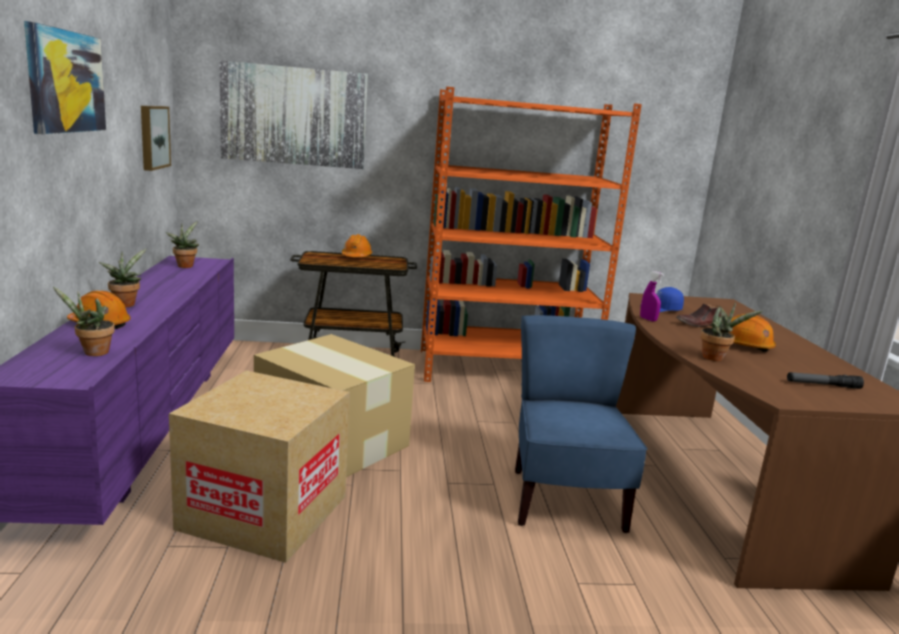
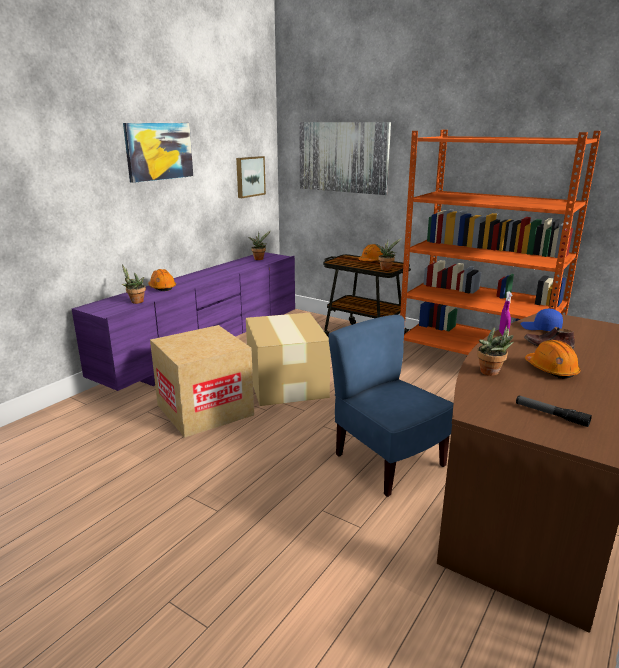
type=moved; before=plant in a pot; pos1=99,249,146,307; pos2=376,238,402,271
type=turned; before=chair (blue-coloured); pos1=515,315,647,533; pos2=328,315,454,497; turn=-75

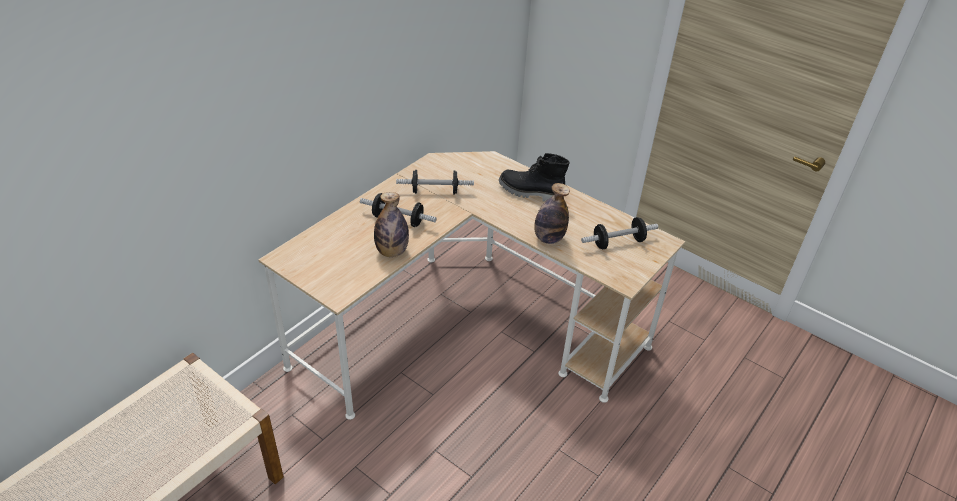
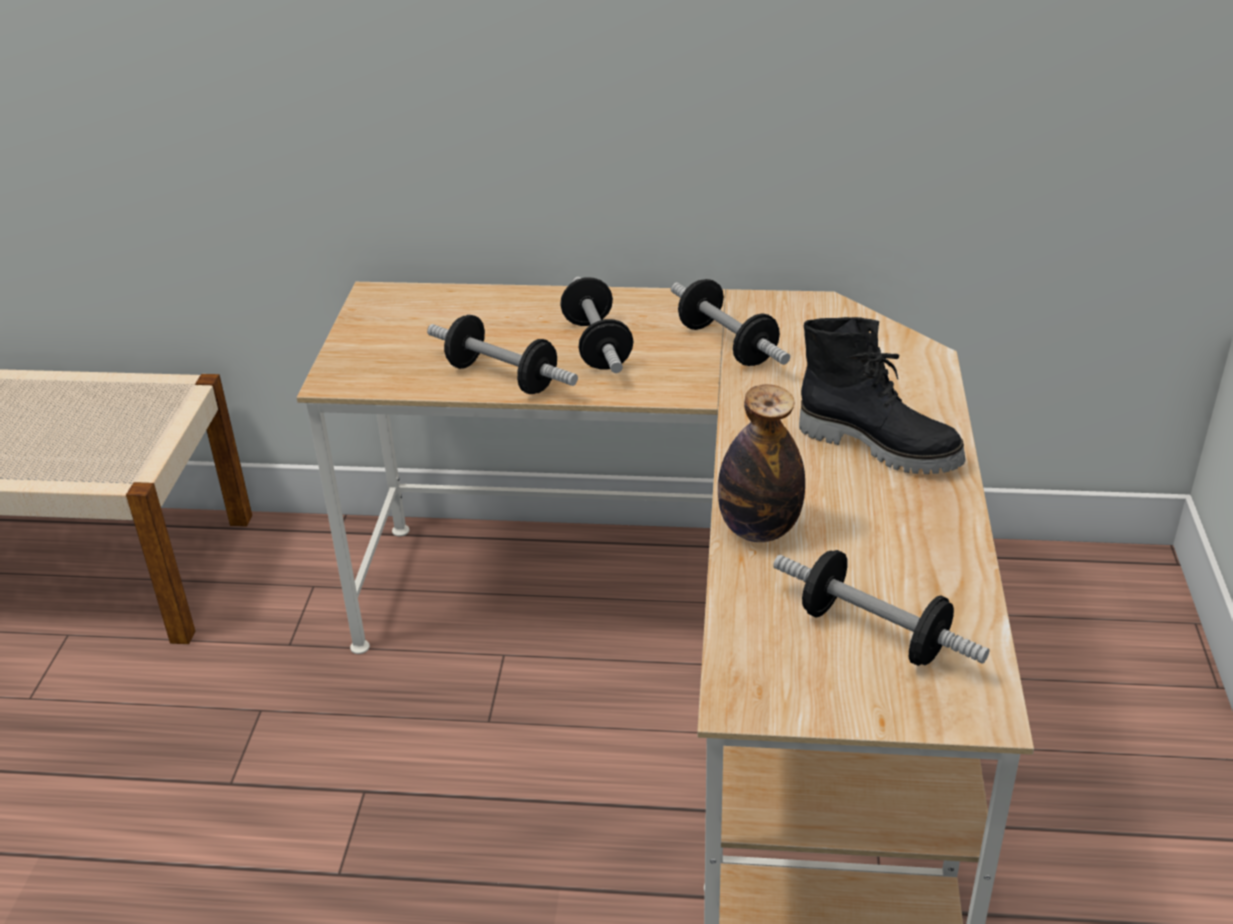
type=turned; before=boot (black-coloured); pos1=499,153,569,202; pos2=799,317,965,474; turn=135
type=replaced; before=drink bottle; after=dumbbell; pos1=374,192,409,257; pos2=427,315,578,394

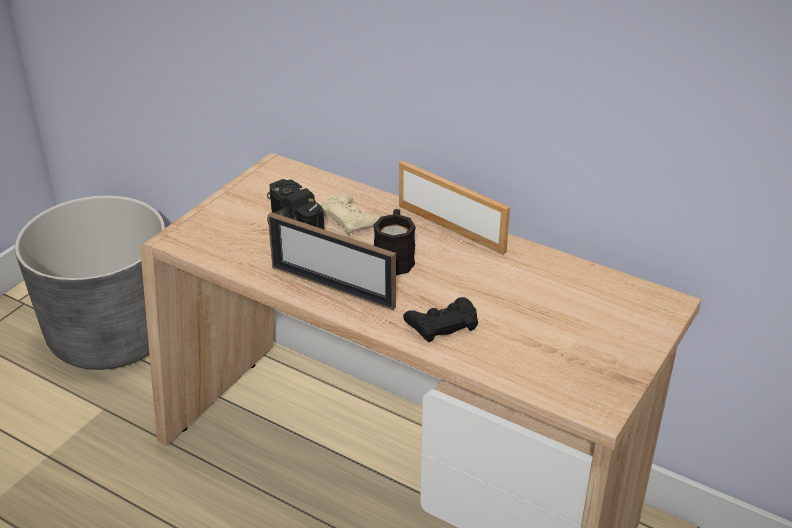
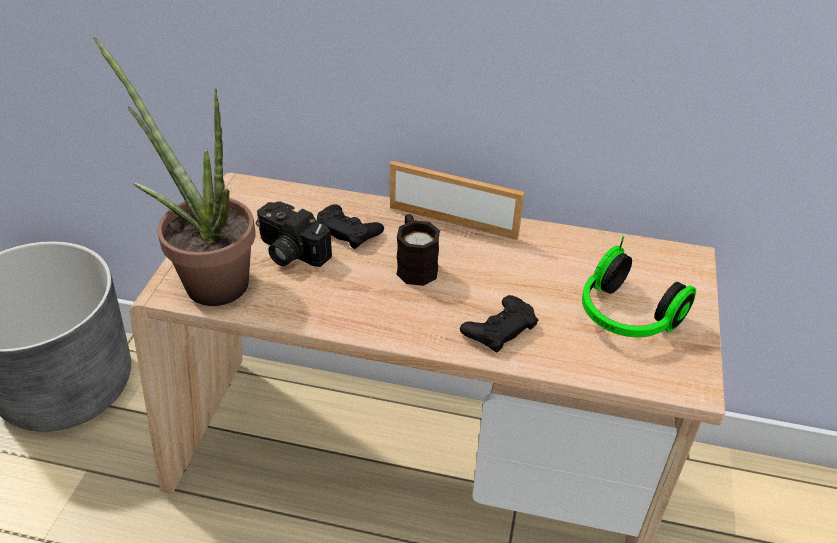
type=recoloured; before=game controller (beige-coloured); after=game controller (black-coloured); pos1=321,193,380,235; pos2=316,204,384,249
type=removed; before=standing frame; pos1=268,212,396,310
type=added; after=plant in a pot; pos2=93,37,255,306
type=added; after=headphones; pos2=582,236,696,337

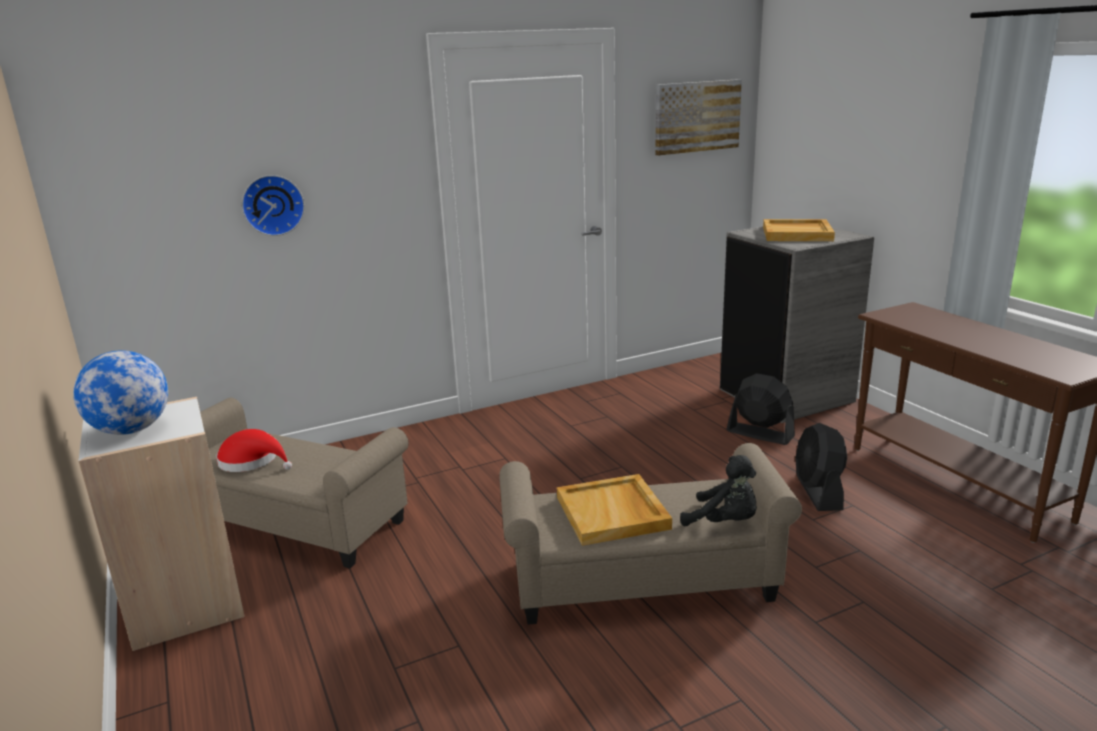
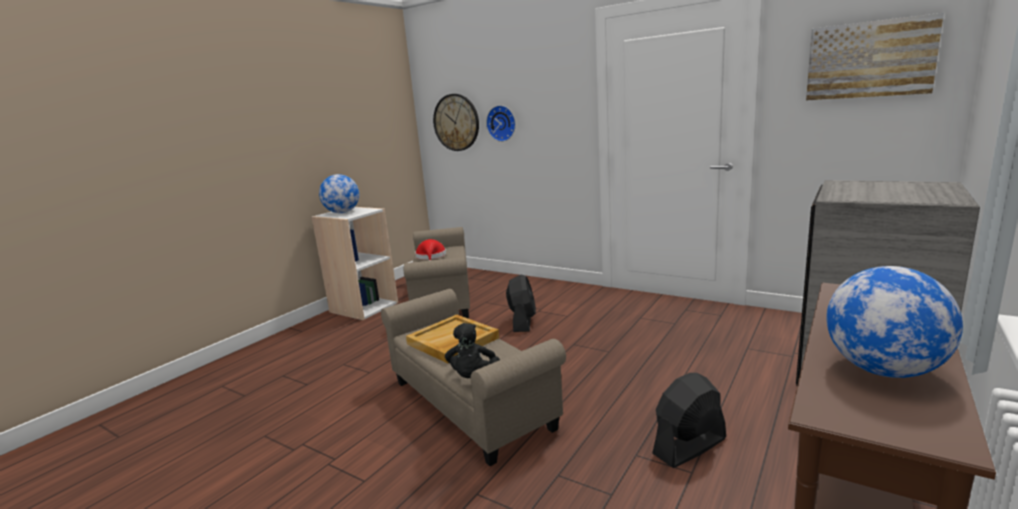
type=removed; before=carrying tray (beige-coloured); pos1=763,219,835,241
type=moved; before=electric fan (black-coloured); pos1=727,374,795,445; pos2=506,274,536,332
type=added; after=clock on the wall; pos2=433,94,479,151
type=added; after=globe; pos2=826,266,963,378

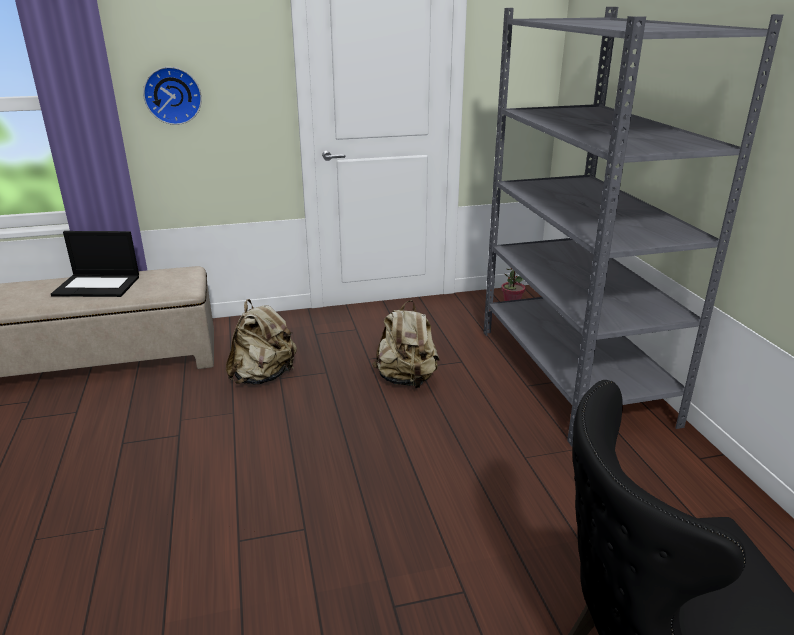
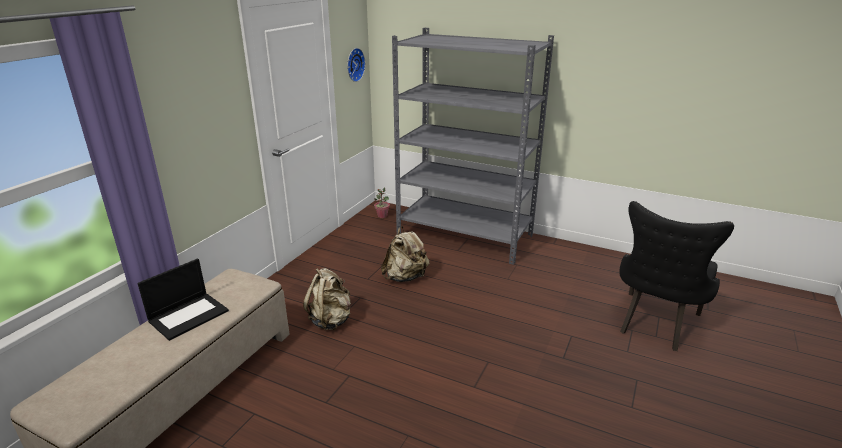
type=moved; before=clock on the wall; pos1=143,67,202,125; pos2=347,48,365,82

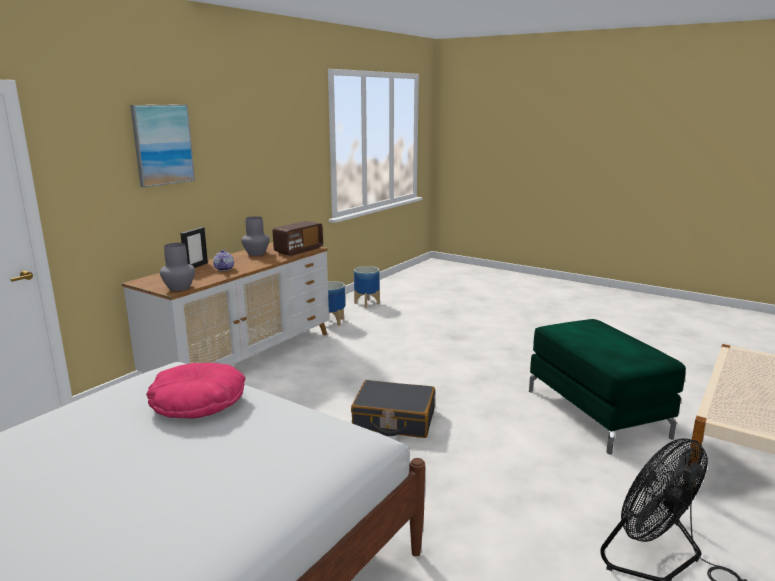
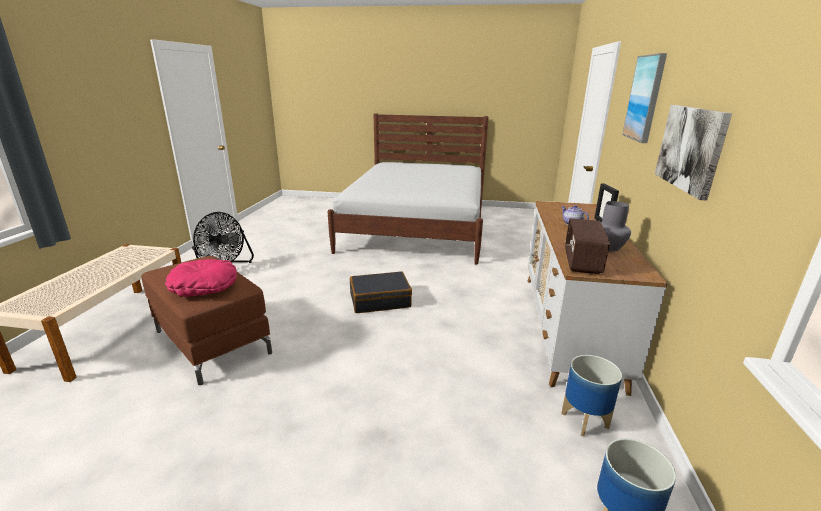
type=removed; before=decorative vase (greyish); pos1=160,243,195,291
type=recoloured; before=pouffe (green-coloured); after=pouffe (brownish); pos1=529,319,686,455; pos2=141,256,272,385
type=moved; before=throw pillow (pinkish); pos1=146,363,245,419; pos2=165,259,237,297
type=added; after=picture; pos2=655,105,732,200

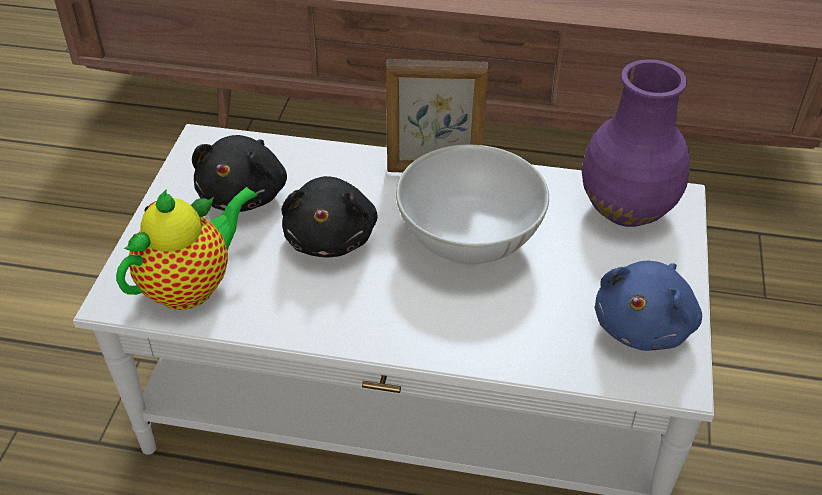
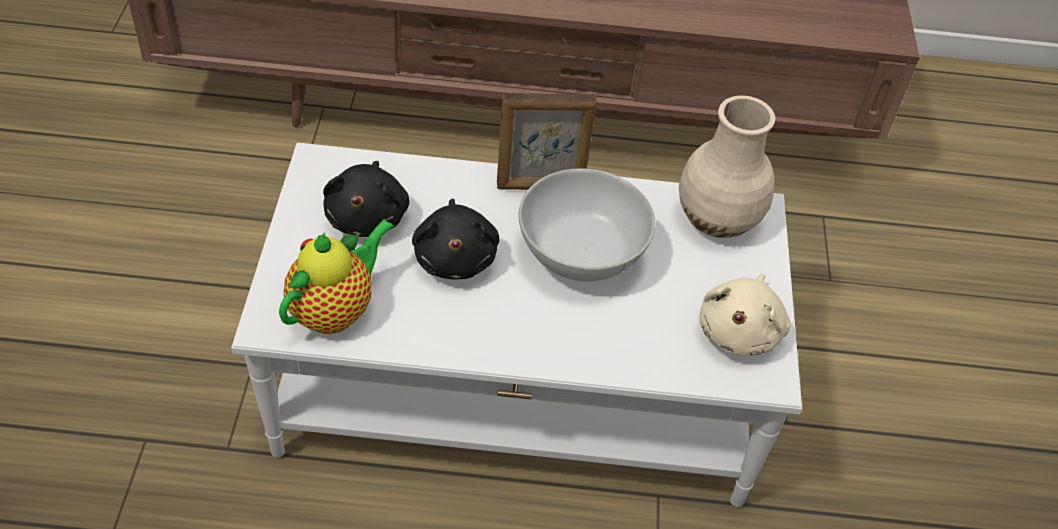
type=recoloured; before=decorative vase (purplish); after=decorative vase (beige-coloured); pos1=581,59,690,227; pos2=679,95,775,238
type=recoloured; before=cuddly toy (blue-coloured); after=cuddly toy (beige-coloured); pos1=594,261,702,351; pos2=699,274,790,356

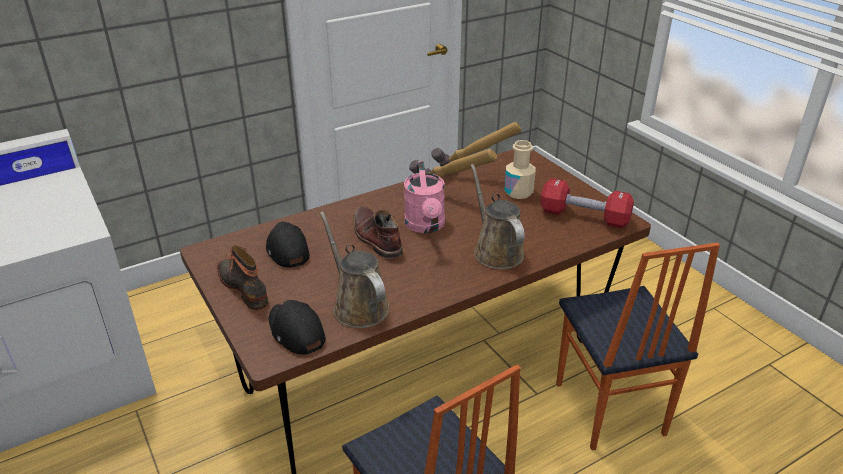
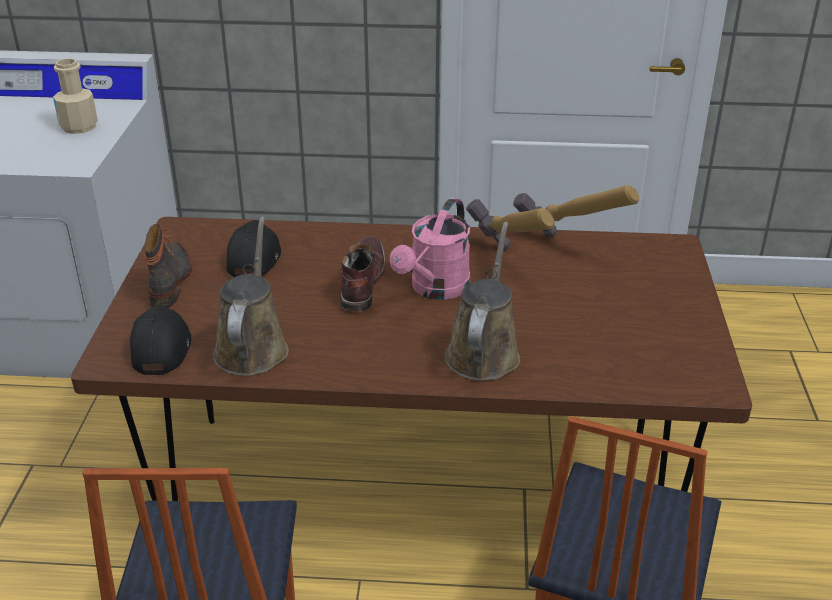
type=moved; before=drink bottle (beige-coloured); pos1=504,140,536,199; pos2=53,58,98,134
type=removed; before=dumbbell (red-coloured); pos1=540,178,634,228

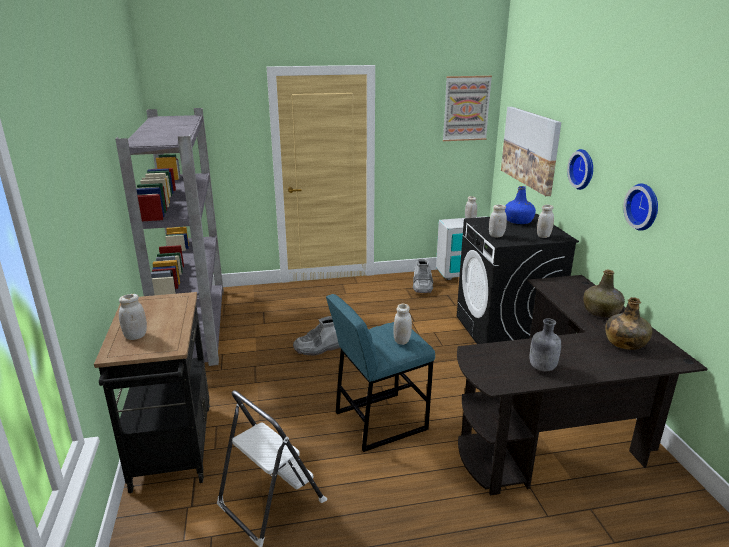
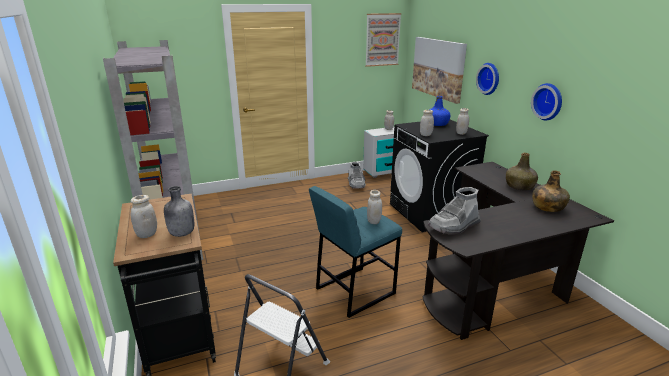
type=moved; before=boot (greyish); pos1=293,316,340,355; pos2=428,187,481,235
type=moved; before=drink bottle (greyish); pos1=530,318,561,372; pos2=164,186,194,237

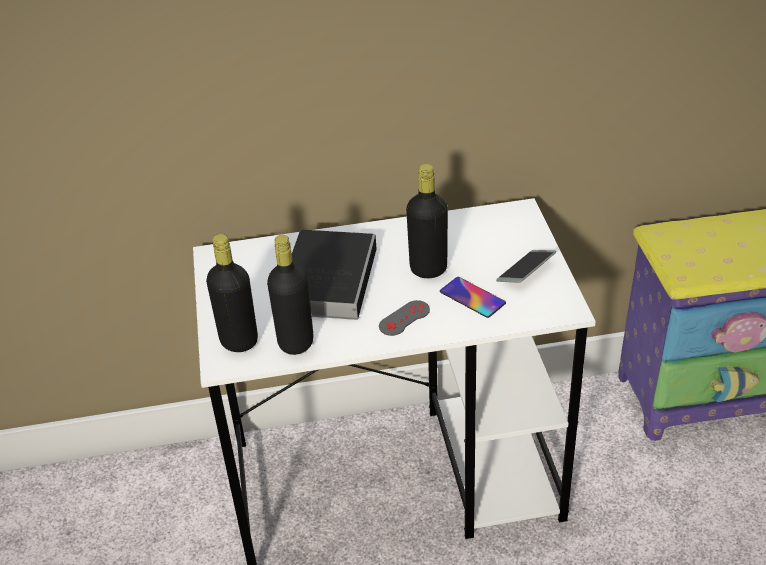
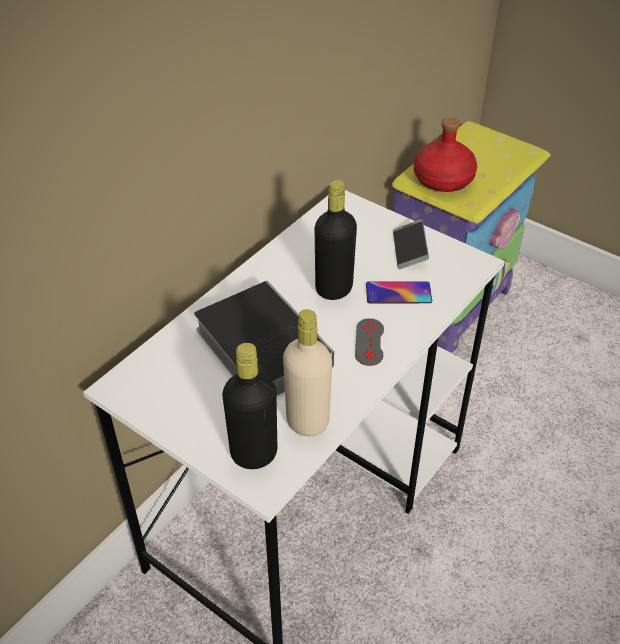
type=recoloured; before=drink bottle (black-coloured); after=drink bottle (beige-coloured); pos1=267,235,313,355; pos2=283,309,332,436
type=added; after=drink bottle (red-coloured); pos2=414,117,477,192

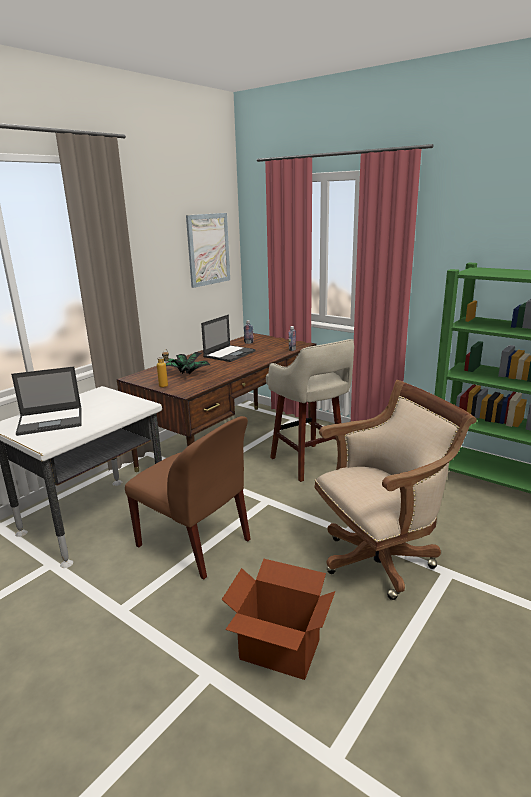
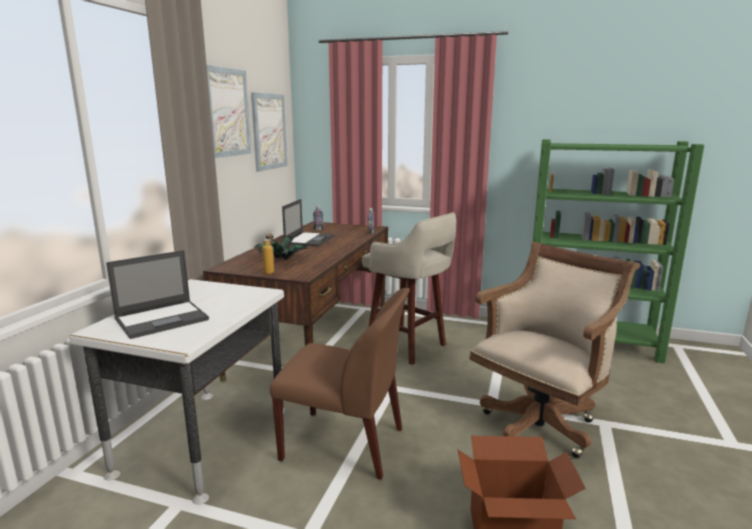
type=added; after=picture; pos2=207,65,252,158

